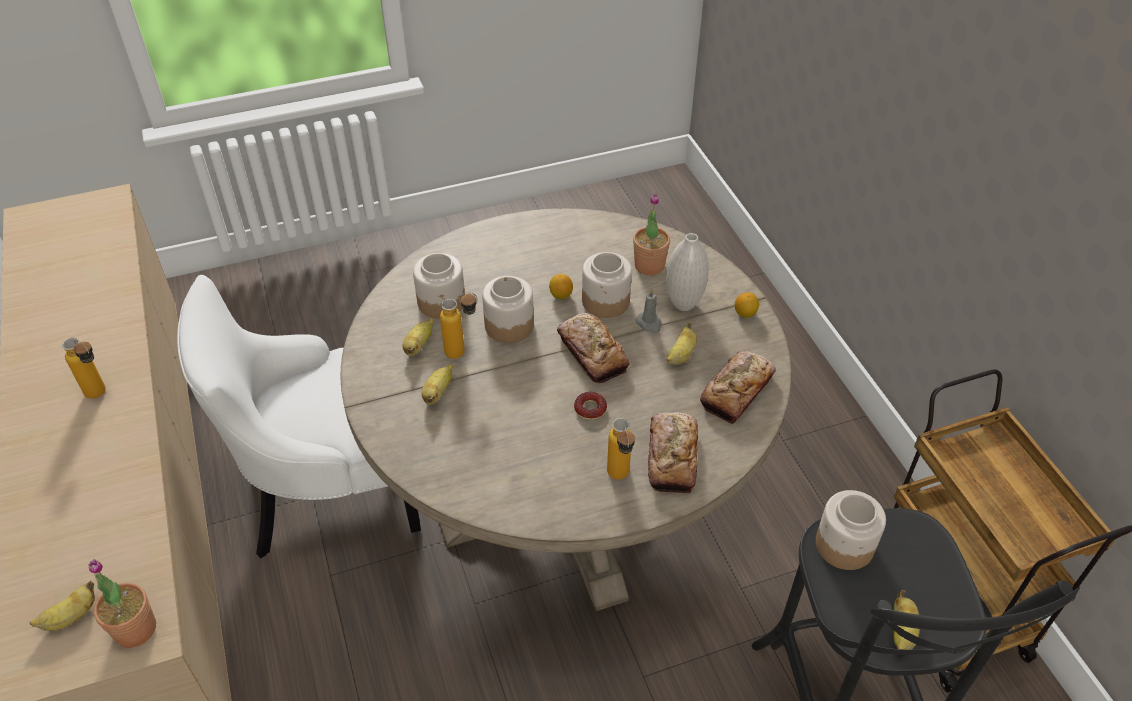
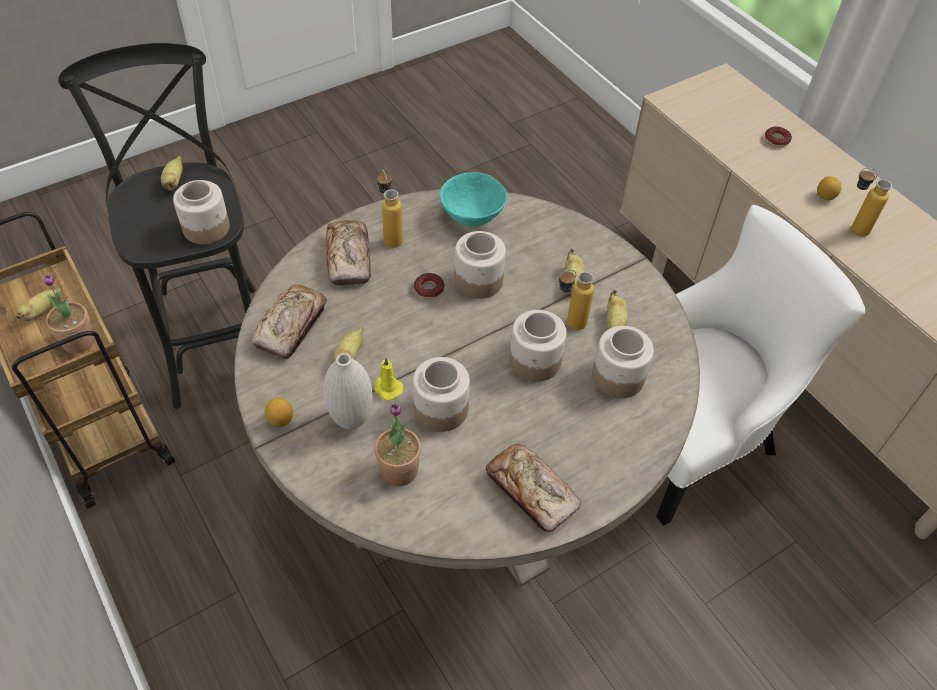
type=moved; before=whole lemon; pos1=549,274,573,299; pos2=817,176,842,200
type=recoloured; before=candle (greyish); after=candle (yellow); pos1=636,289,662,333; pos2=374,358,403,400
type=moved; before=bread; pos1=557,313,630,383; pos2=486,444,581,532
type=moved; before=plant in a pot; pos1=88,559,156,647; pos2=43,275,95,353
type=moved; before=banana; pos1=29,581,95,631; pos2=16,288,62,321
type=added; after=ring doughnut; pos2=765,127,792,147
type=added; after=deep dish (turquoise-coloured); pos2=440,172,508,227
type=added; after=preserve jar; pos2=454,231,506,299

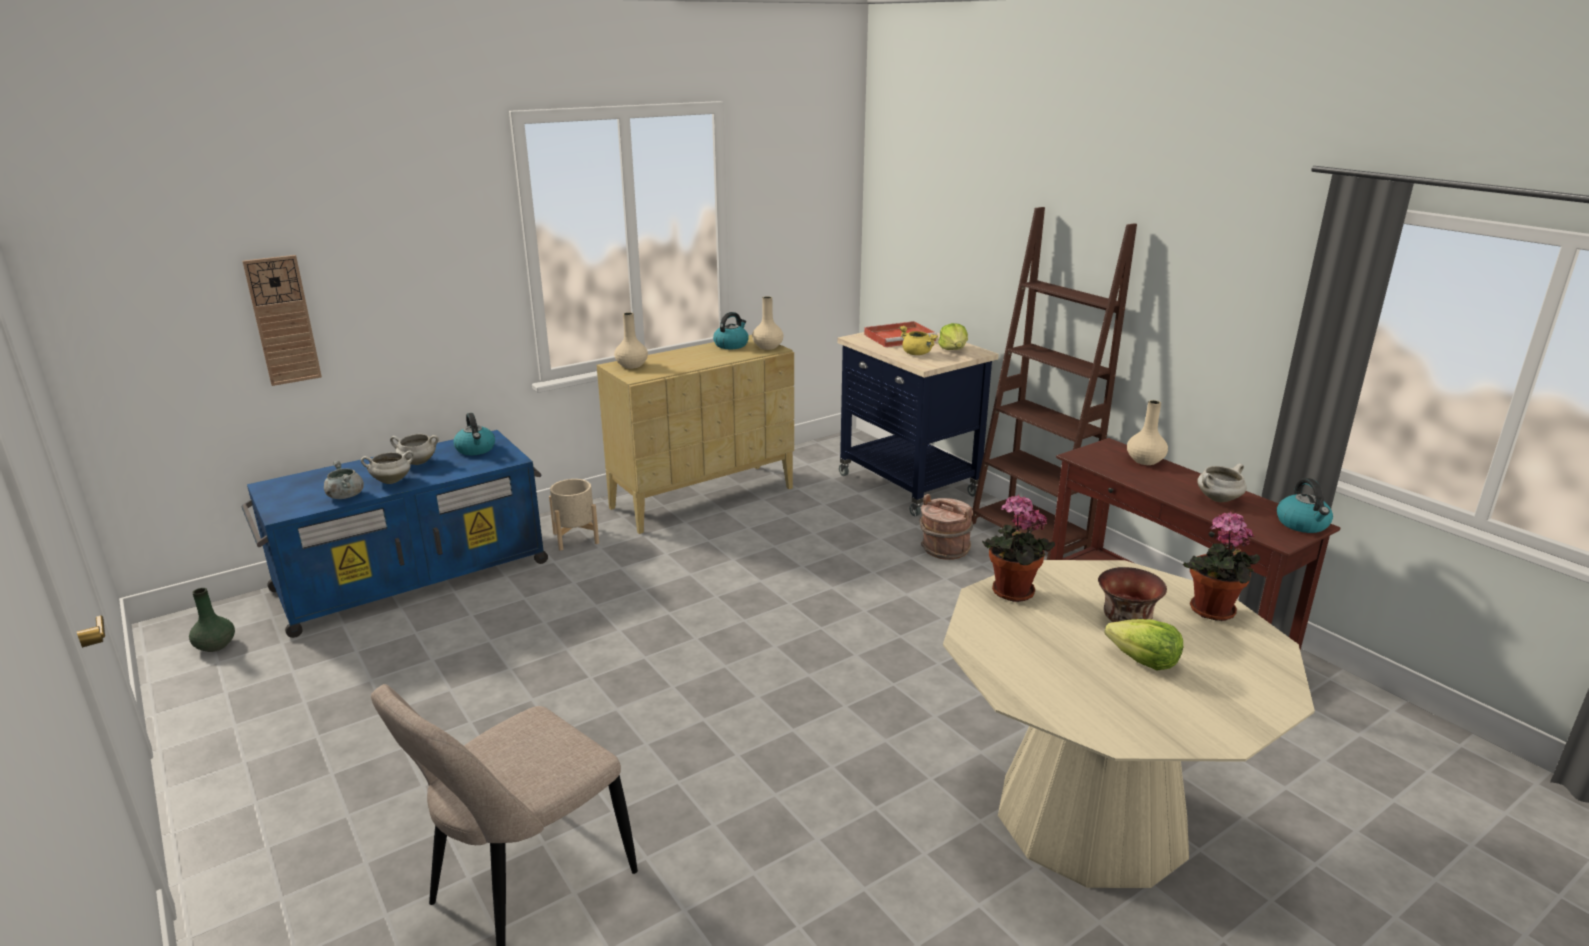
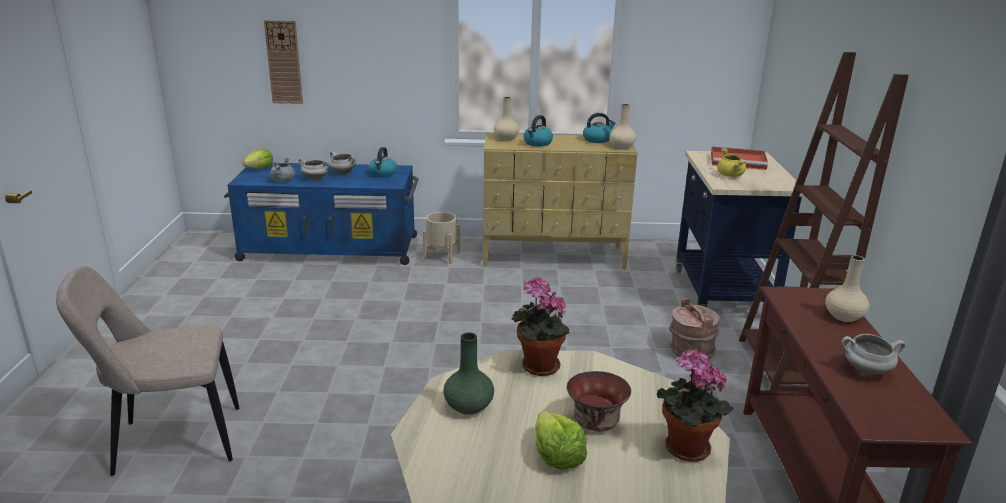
type=moved; before=lettuce head; pos1=938,323,968,350; pos2=242,149,273,169
type=moved; before=water kettle; pos1=1277,478,1333,533; pos2=524,115,553,146
type=moved; before=decorative vase (green-coloured); pos1=189,588,235,652; pos2=443,332,494,415

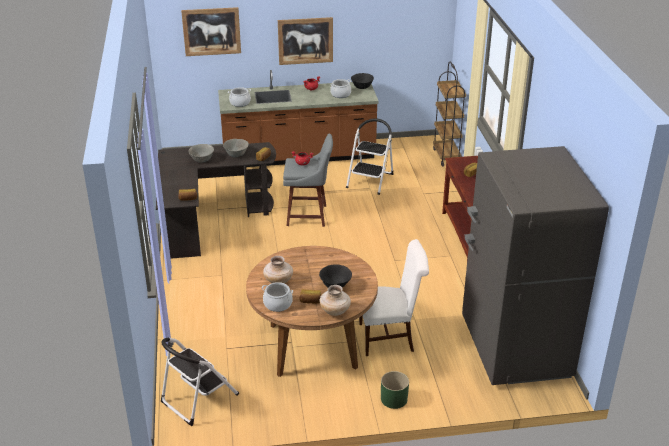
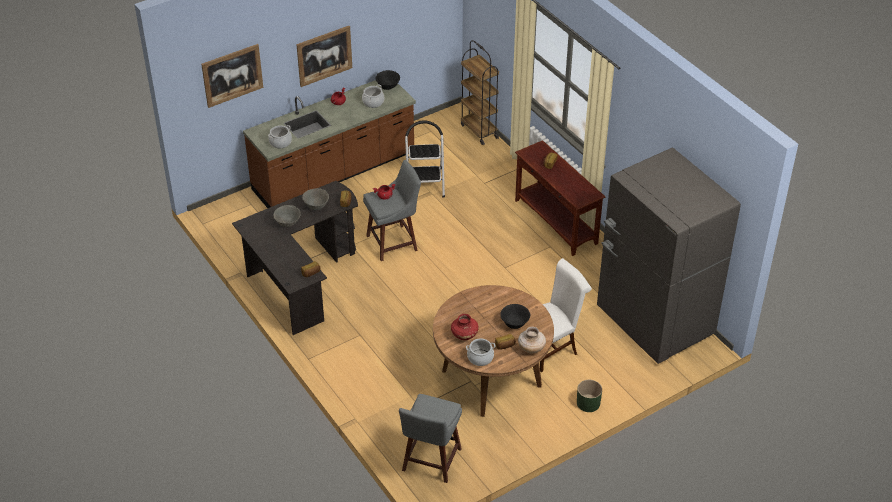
type=recoloured; before=decorative vase (beige-coloured); after=decorative vase (red-coloured); pos1=263,256,293,284; pos2=451,314,478,340
type=replaced; before=step ladder; after=stool (greyish); pos1=161,338,239,426; pos2=399,394,462,483

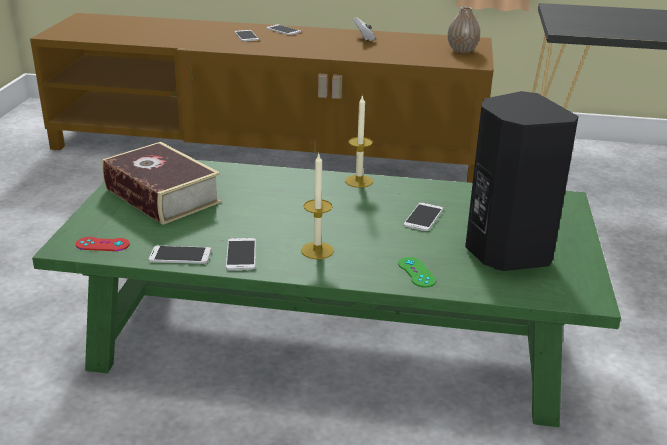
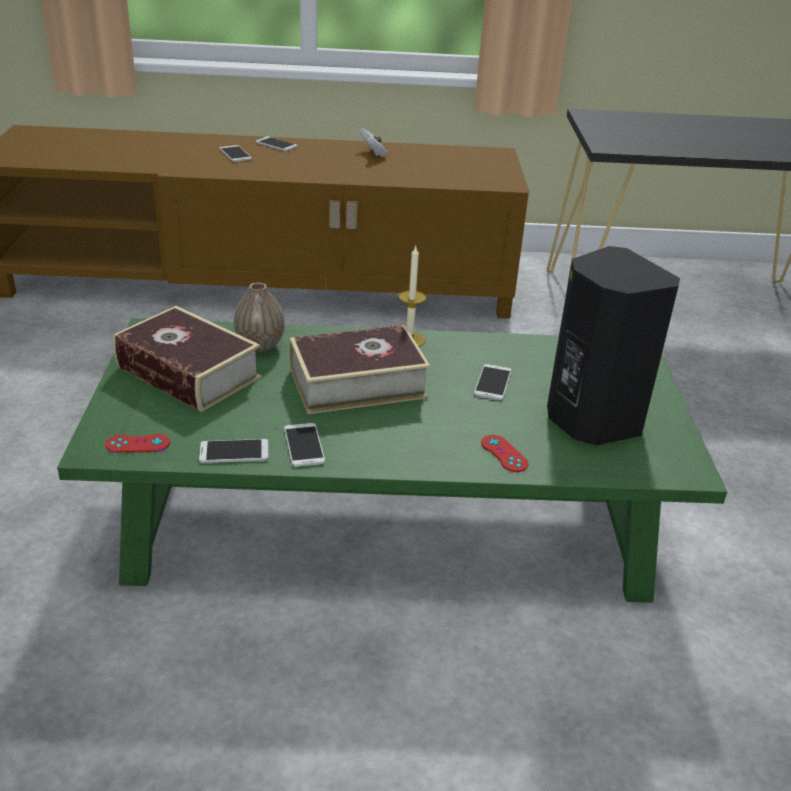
type=moved; before=decorative vase; pos1=447,7,480,53; pos2=234,282,285,352
type=removed; before=candle; pos1=301,152,334,259
type=recoloured; before=game controller (green-coloured); after=game controller (red-coloured); pos1=398,257,436,288; pos2=481,435,529,472
type=added; after=bound book; pos2=290,325,430,414

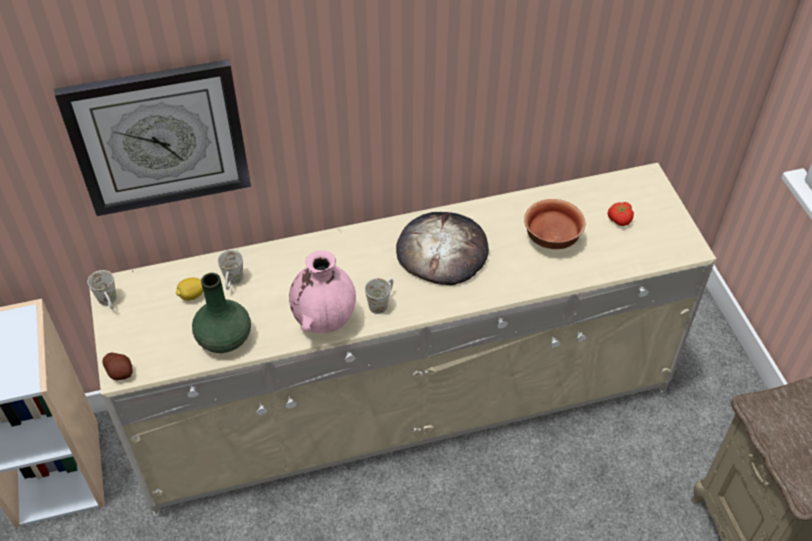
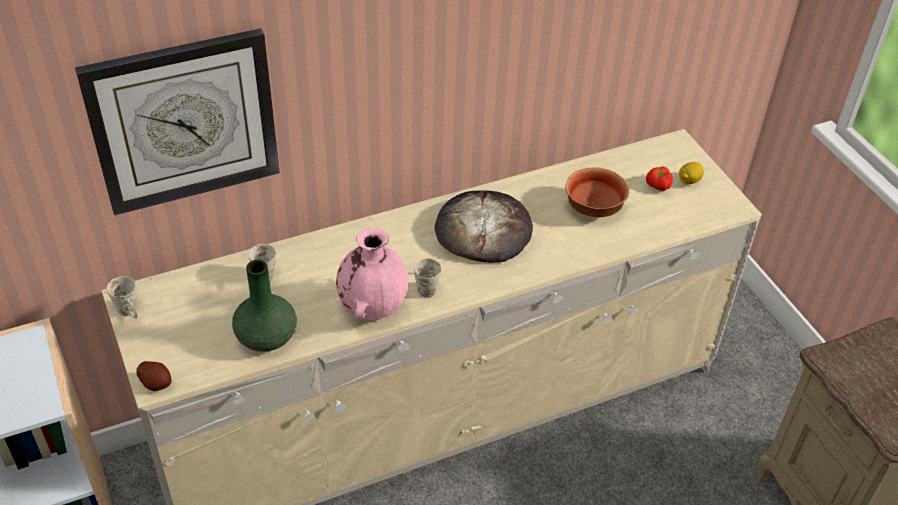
type=moved; before=whole lemon; pos1=176,277,203,301; pos2=679,162,704,184

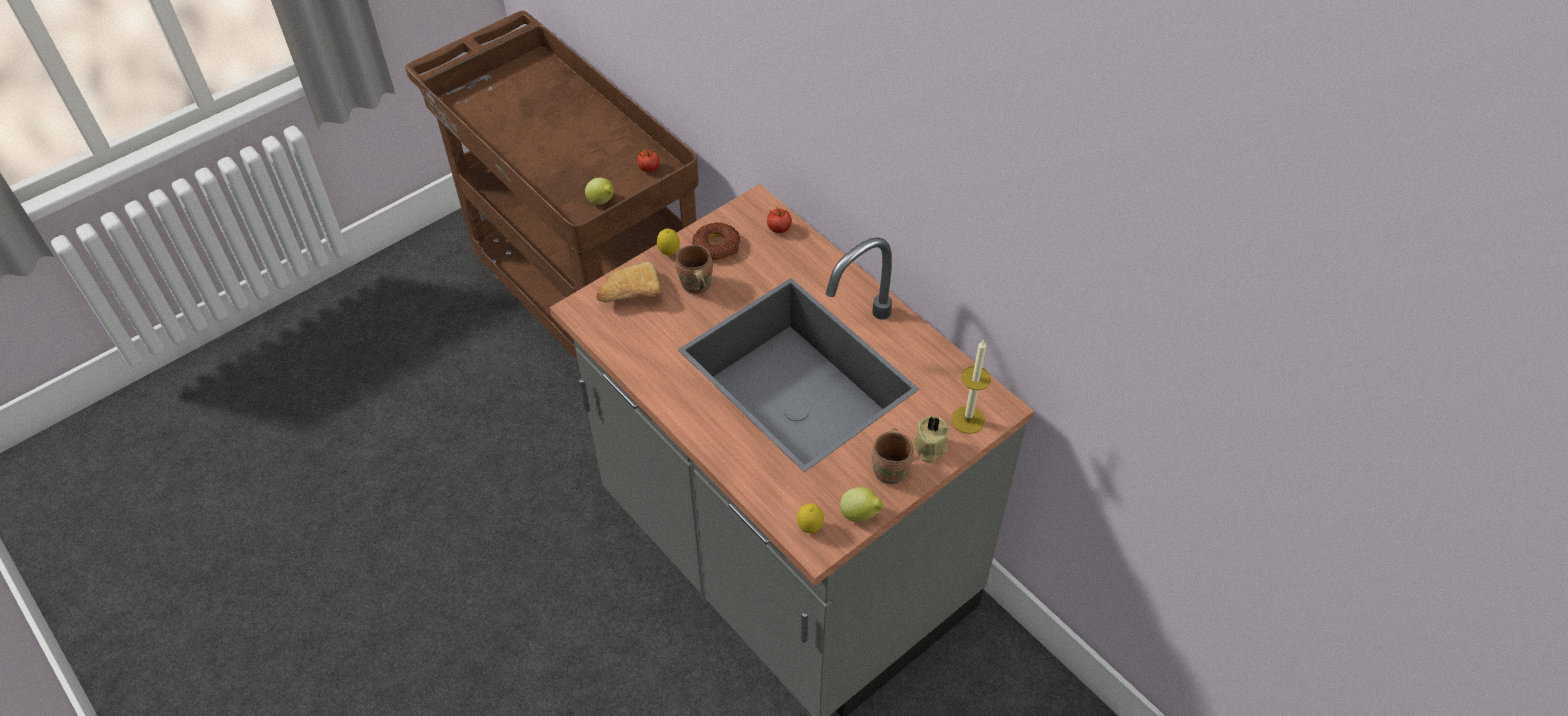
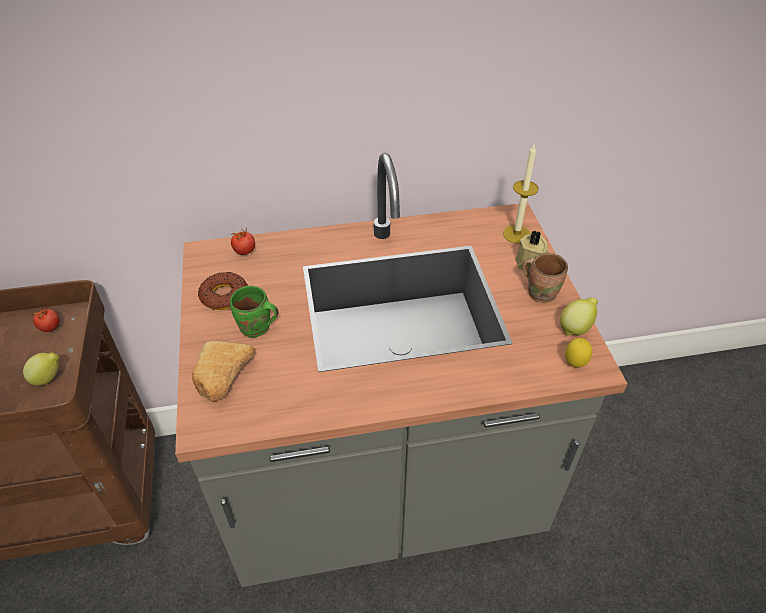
type=removed; before=whole lemon; pos1=657,229,680,255
type=recoloured; before=coffee mug (brownish); after=coffee mug (green-coloured); pos1=676,245,713,294; pos2=230,286,278,338

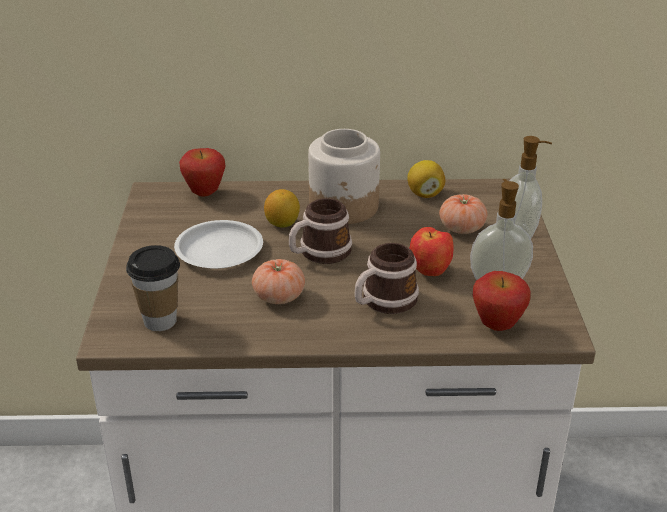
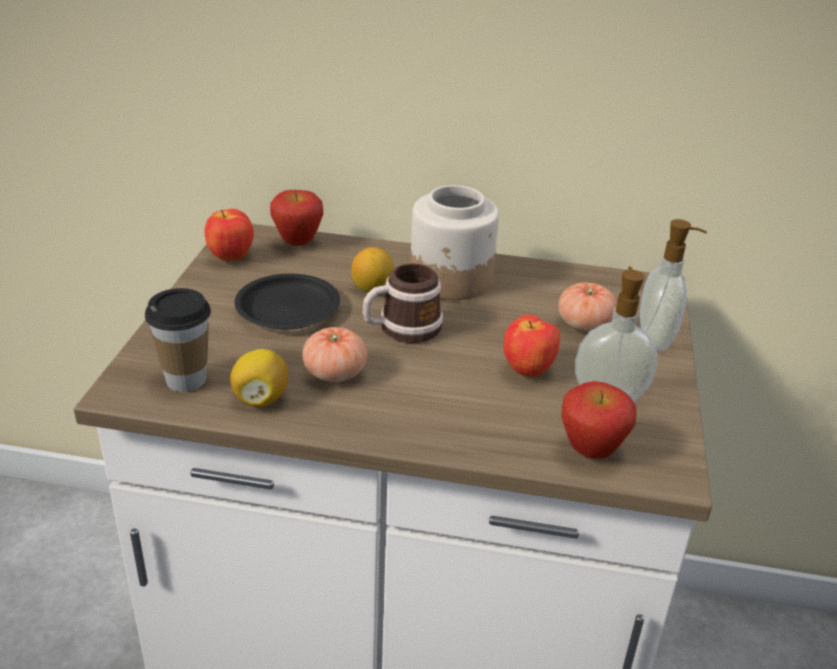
type=moved; before=whole lemon; pos1=407,160,445,198; pos2=230,349,288,407
type=recoloured; before=flat dish (whitish); after=flat dish (black-coloured); pos1=174,220,263,269; pos2=234,274,340,330
type=removed; before=coffee mug; pos1=354,243,419,314
type=added; after=apple fruit; pos2=205,209,254,261

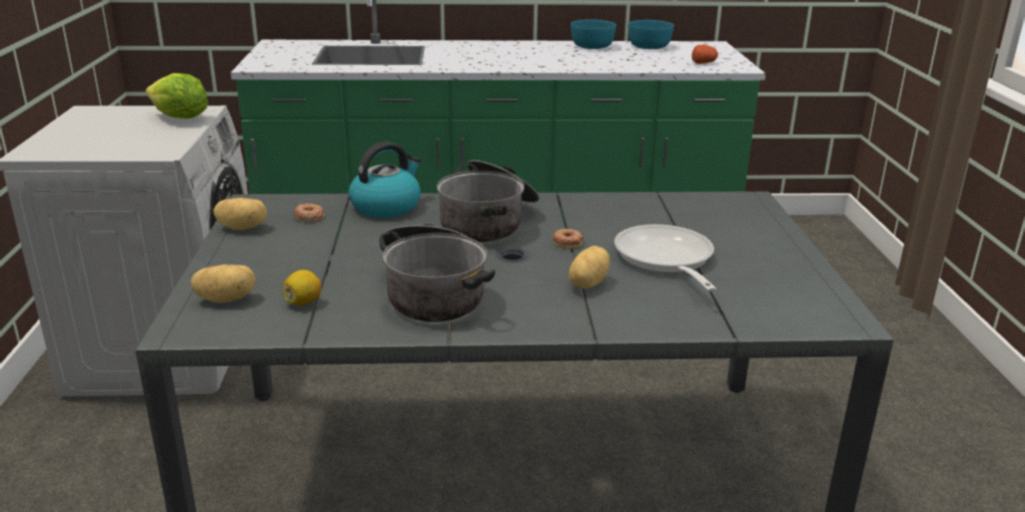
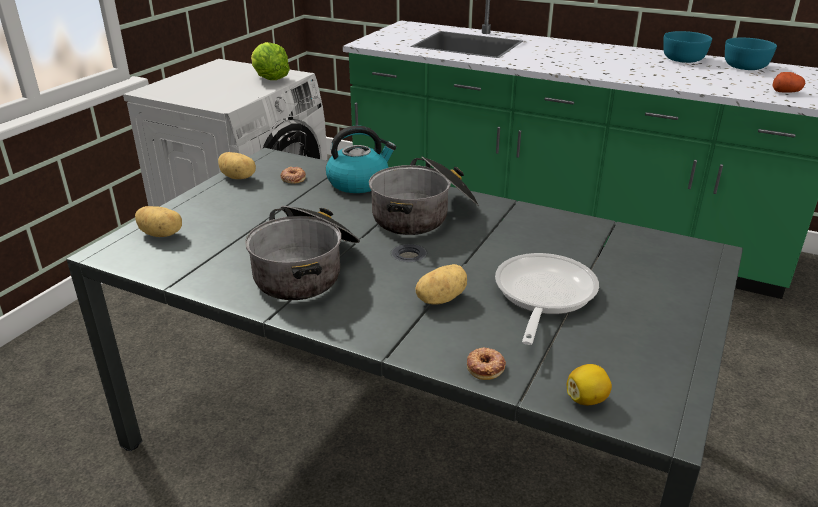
type=moved; before=ring doughnut; pos1=552,229,584,249; pos2=467,347,506,380
type=moved; before=whole lemon; pos1=283,270,321,306; pos2=566,364,612,405

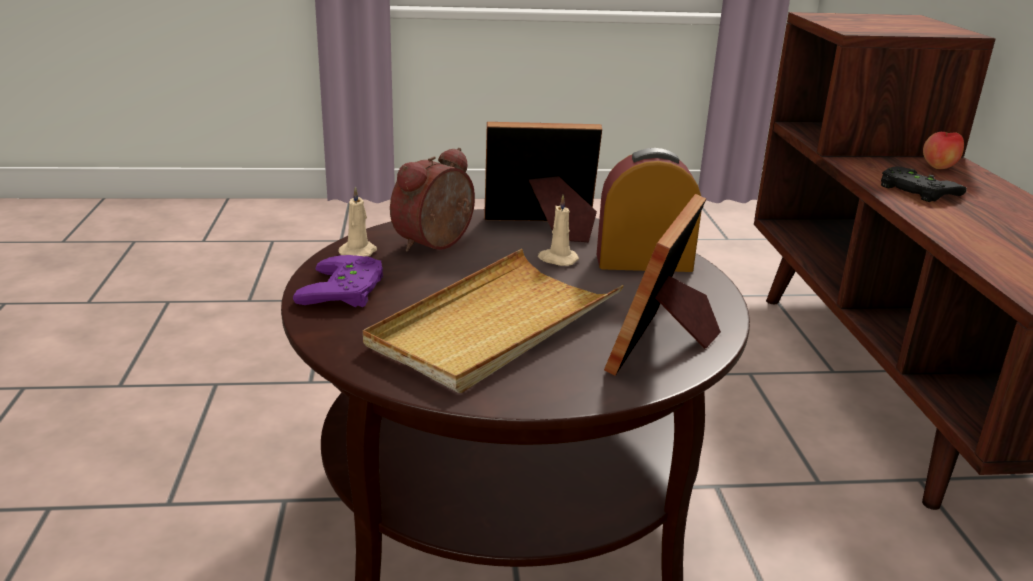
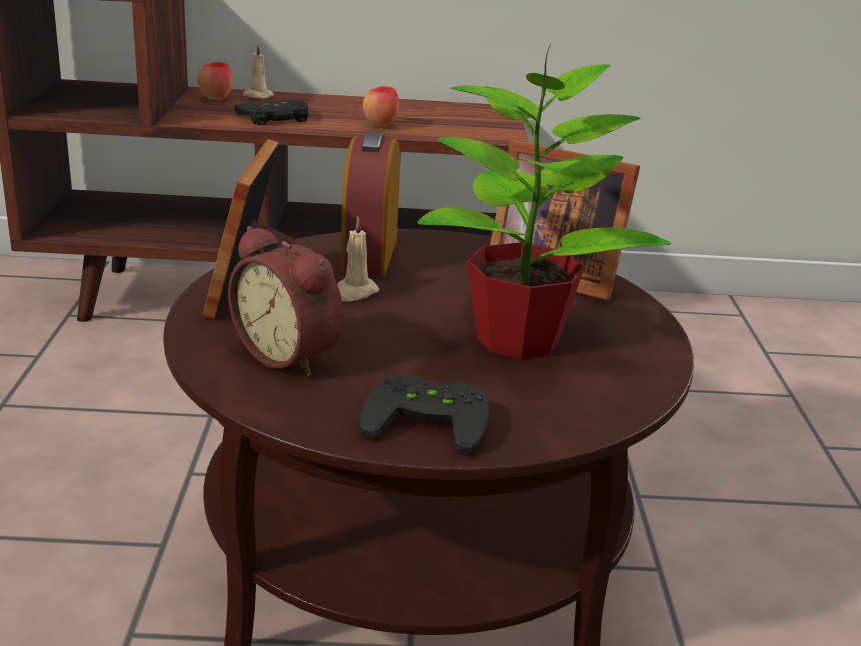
type=moved; before=candle (beige-coloured); pos1=338,186,377,257; pos2=243,43,274,99
type=replaced; before=carrying tray (beige-coloured); after=plant in a pot; pos1=363,249,624,393; pos2=417,43,671,359
type=recoloured; before=game controller (purplish); after=game controller (black-coloured); pos1=293,255,383,307; pos2=360,375,489,455
type=added; after=apple fruit; pos2=363,86,399,127

